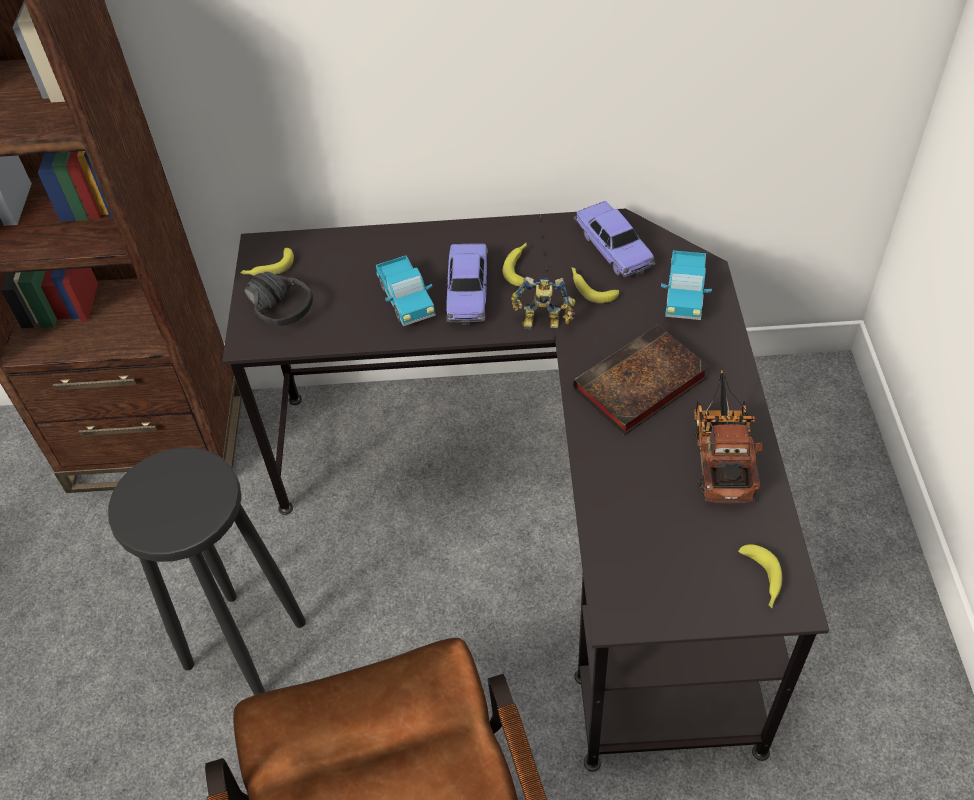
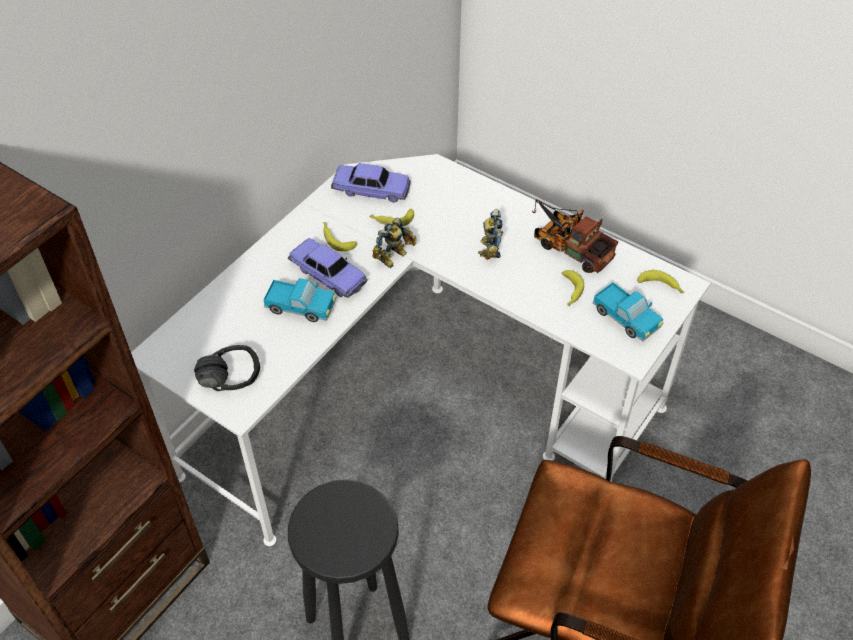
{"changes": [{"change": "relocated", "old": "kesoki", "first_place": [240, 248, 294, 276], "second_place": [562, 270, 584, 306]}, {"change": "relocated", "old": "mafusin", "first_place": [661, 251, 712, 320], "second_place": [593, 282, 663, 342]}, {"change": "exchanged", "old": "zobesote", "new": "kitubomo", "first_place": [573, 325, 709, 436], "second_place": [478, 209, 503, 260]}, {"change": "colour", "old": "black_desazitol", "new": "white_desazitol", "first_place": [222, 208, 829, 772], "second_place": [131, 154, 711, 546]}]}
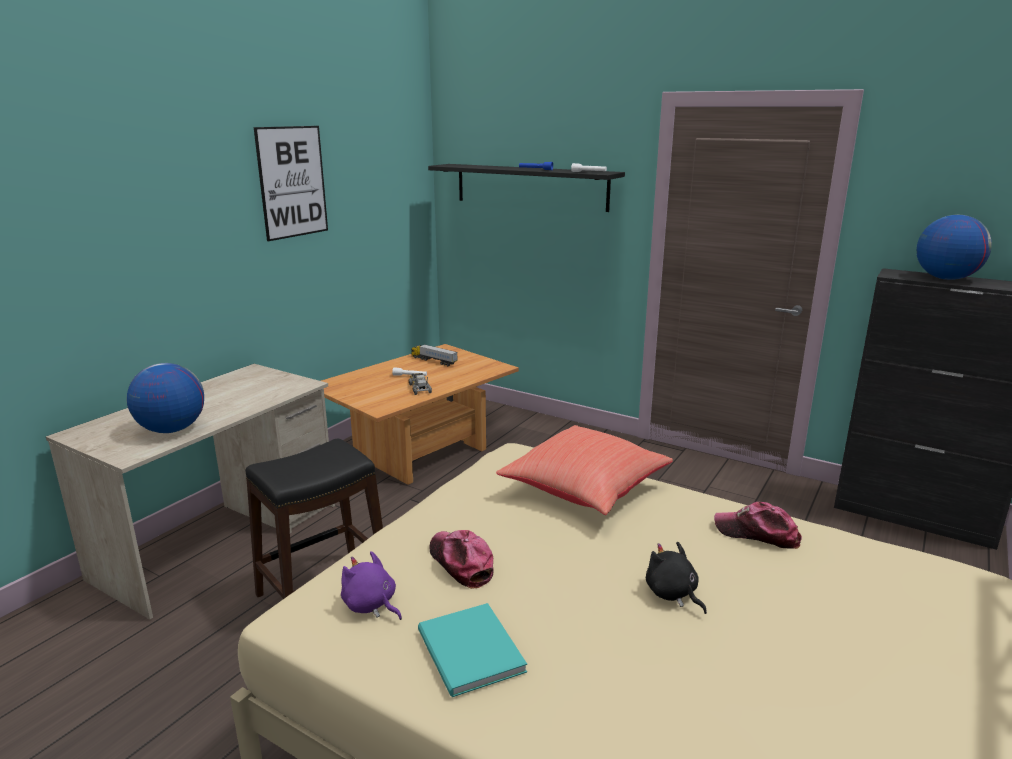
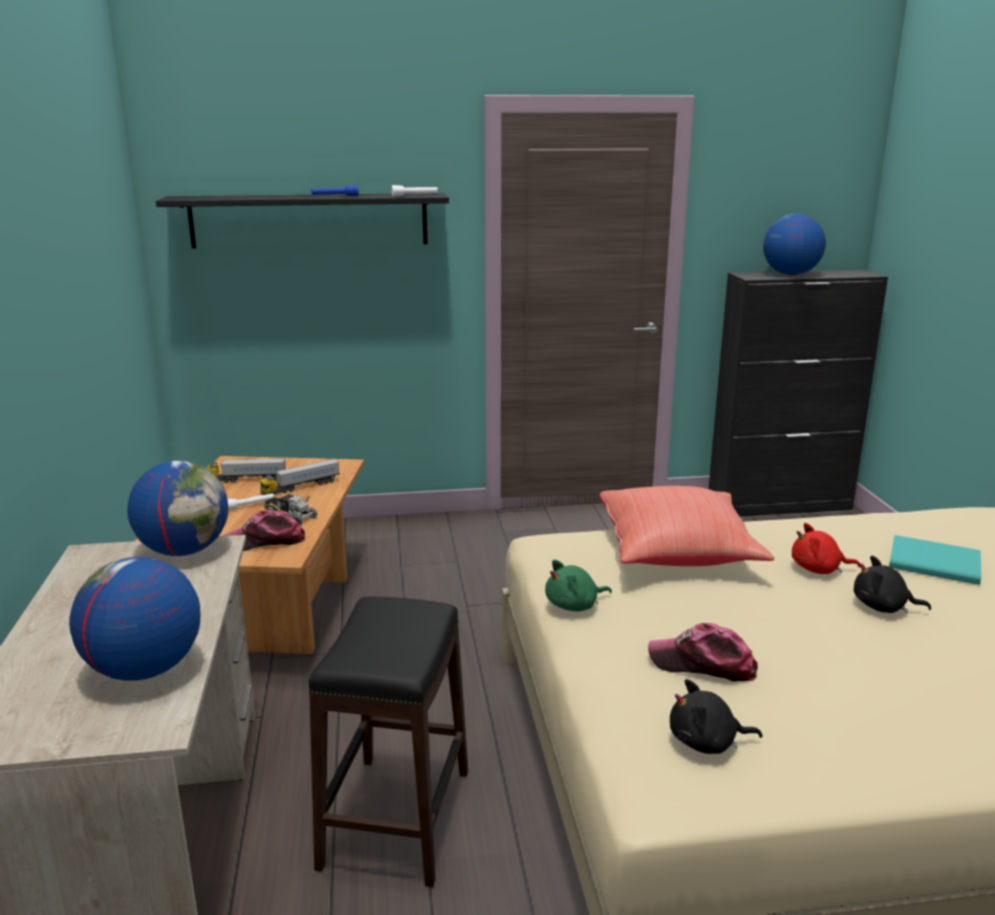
{"changes": [{"change": "missing", "old": "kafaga", "first_place": [254, 126, 328, 241]}, {"change": "appeared", "new": "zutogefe", "second_place": [127, 461, 228, 556]}, {"change": "appeared", "new": "mafusin", "second_place": [260, 459, 340, 495]}, {"change": "appeared", "new": "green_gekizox", "second_place": [545, 560, 612, 611]}, {"change": "appeared", "new": "red_gekizox", "second_place": [792, 523, 860, 574]}, {"change": "relocated", "old": "turquoise_zobesote", "first_place": [418, 603, 527, 697], "second_place": [889, 535, 981, 585]}, {"change": "relocated", "old": "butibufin", "first_place": [714, 502, 802, 549], "second_place": [222, 510, 305, 551]}, {"change": "colour", "old": "purple_gekizox", "new": "black_gekizox", "first_place": [341, 551, 402, 620], "second_place": [670, 679, 762, 754]}]}
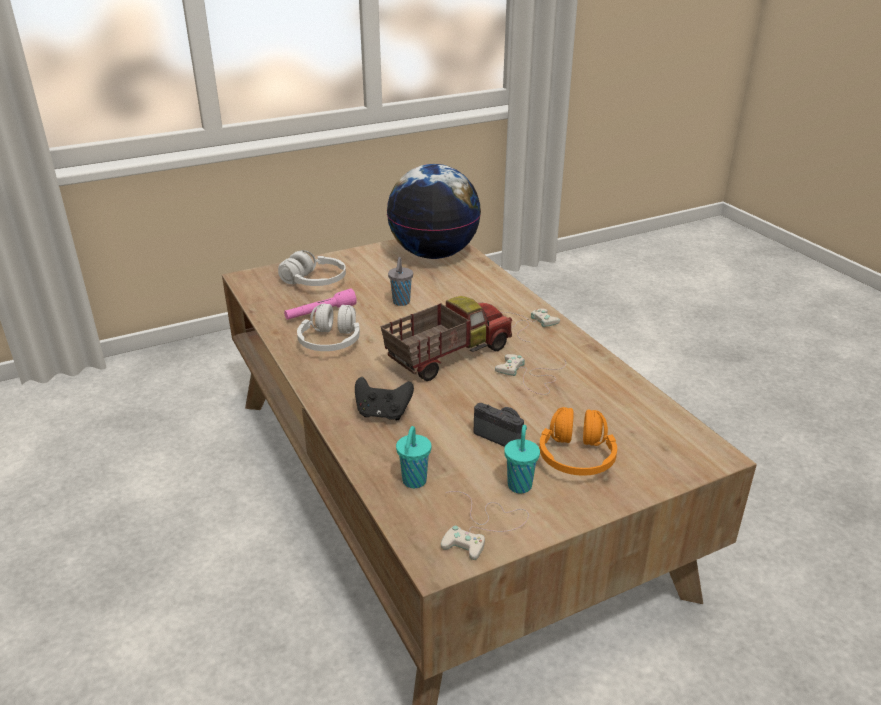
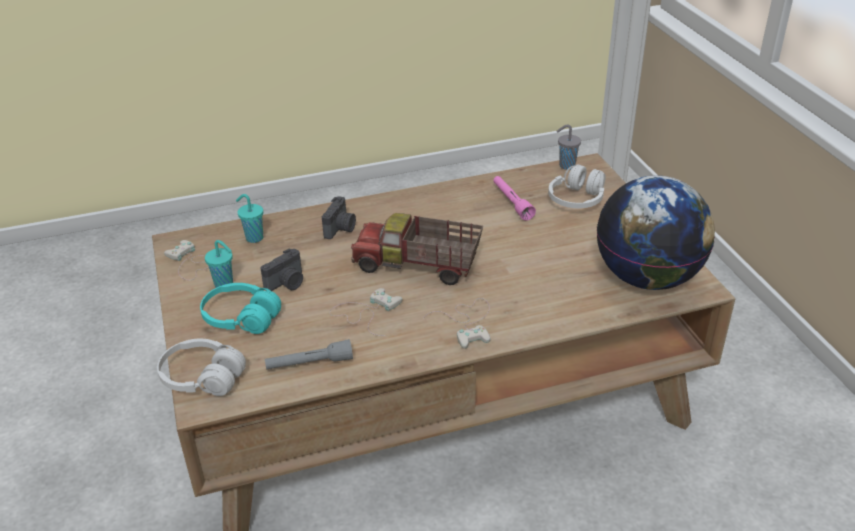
{"changes": [{"change": "appeared", "new": "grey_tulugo", "second_place": [265, 339, 353, 370]}, {"change": "relocated", "old": "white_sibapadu", "first_place": [297, 304, 360, 351], "second_place": [157, 339, 246, 396]}, {"change": "relocated", "old": "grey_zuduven", "first_place": [388, 257, 413, 306], "second_place": [557, 125, 581, 170]}, {"change": "exchanged", "old": "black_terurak", "new": "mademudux", "first_place": [355, 377, 414, 421], "second_place": [322, 196, 356, 239]}, {"change": "colour", "old": "orange_sibapadu", "new": "turquoise_sibapadu", "first_place": [539, 407, 617, 476], "second_place": [200, 283, 281, 334]}, {"change": "spun", "old": "mafusin", "first_place": [380, 296, 512, 381], "second_place": [351, 213, 483, 285], "degrees": 135}]}
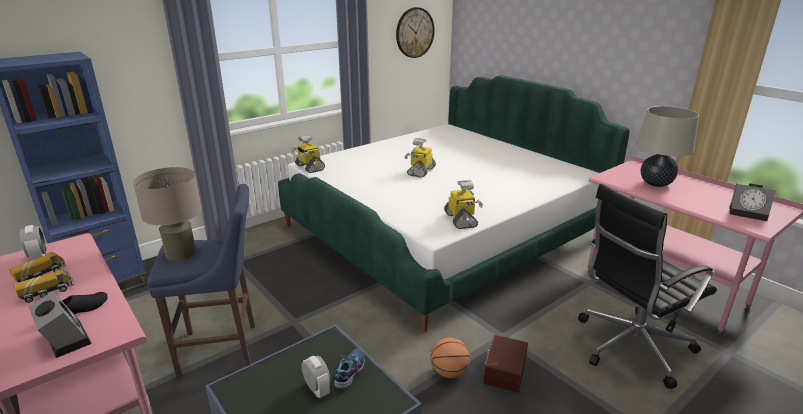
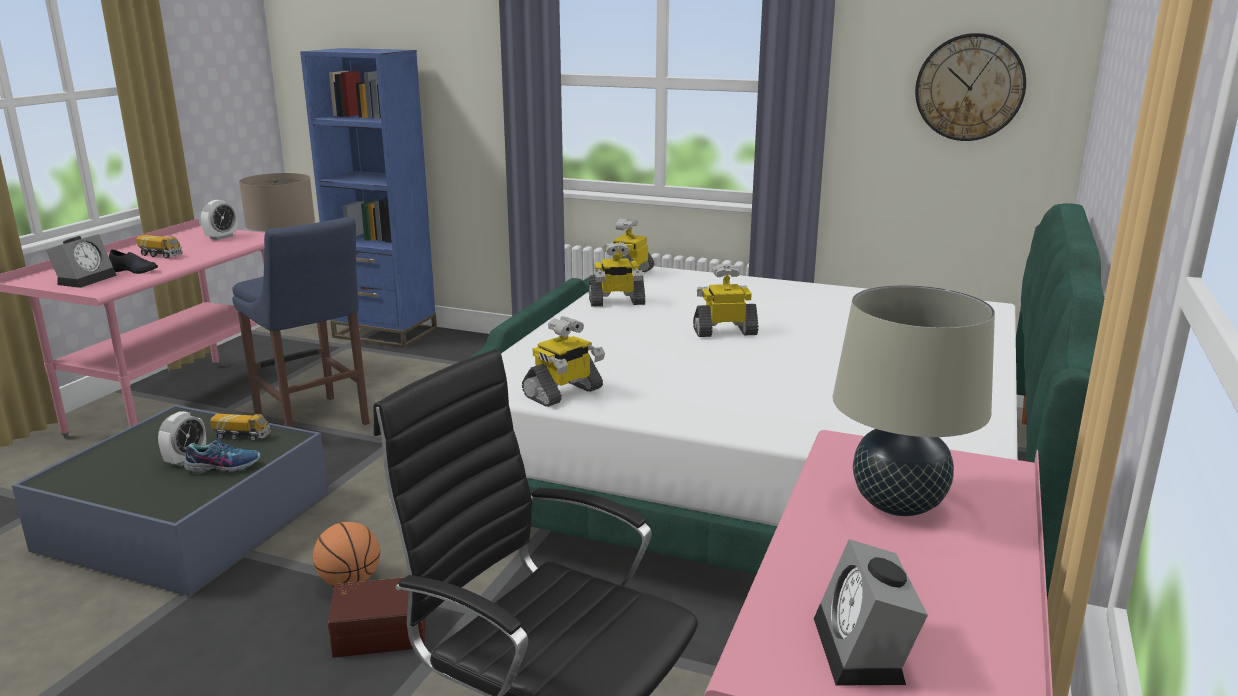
{"changes": [{"change": "appeared", "new": "kitubomo", "second_place": [589, 242, 645, 307]}, {"change": "relocated", "old": "mafusin", "first_place": [9, 252, 66, 282], "second_place": [210, 413, 271, 441]}]}
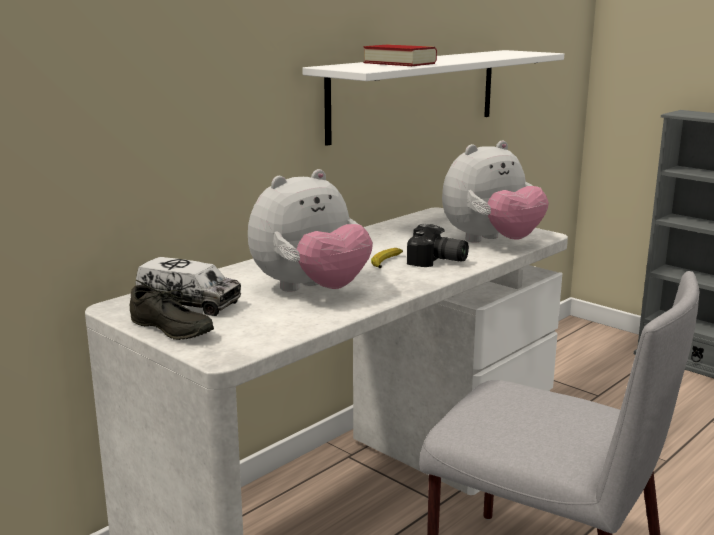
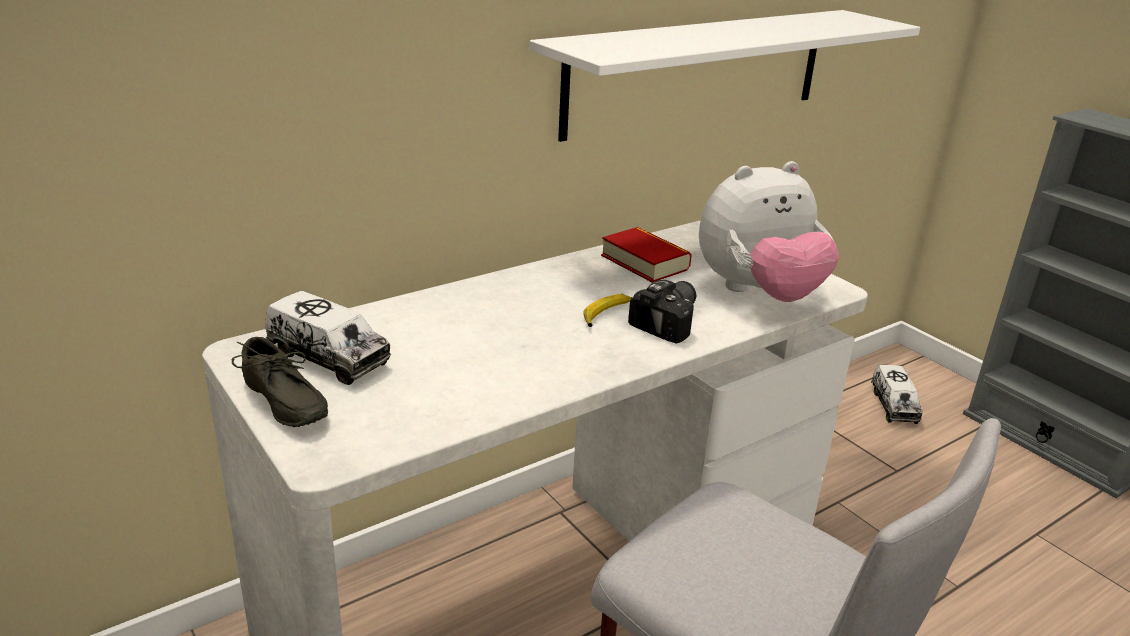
{"changes": [{"change": "missing", "old": "gekizox", "first_place": [248, 169, 373, 292]}, {"change": "appeared", "new": "mafusin", "second_place": [871, 365, 922, 424]}, {"change": "relocated", "old": "zobesote", "first_place": [363, 44, 437, 66], "second_place": [601, 227, 692, 282]}, {"change": "spun", "old": "mademudux", "first_place": [407, 224, 469, 267], "second_place": [628, 280, 696, 343], "degrees": -90}]}
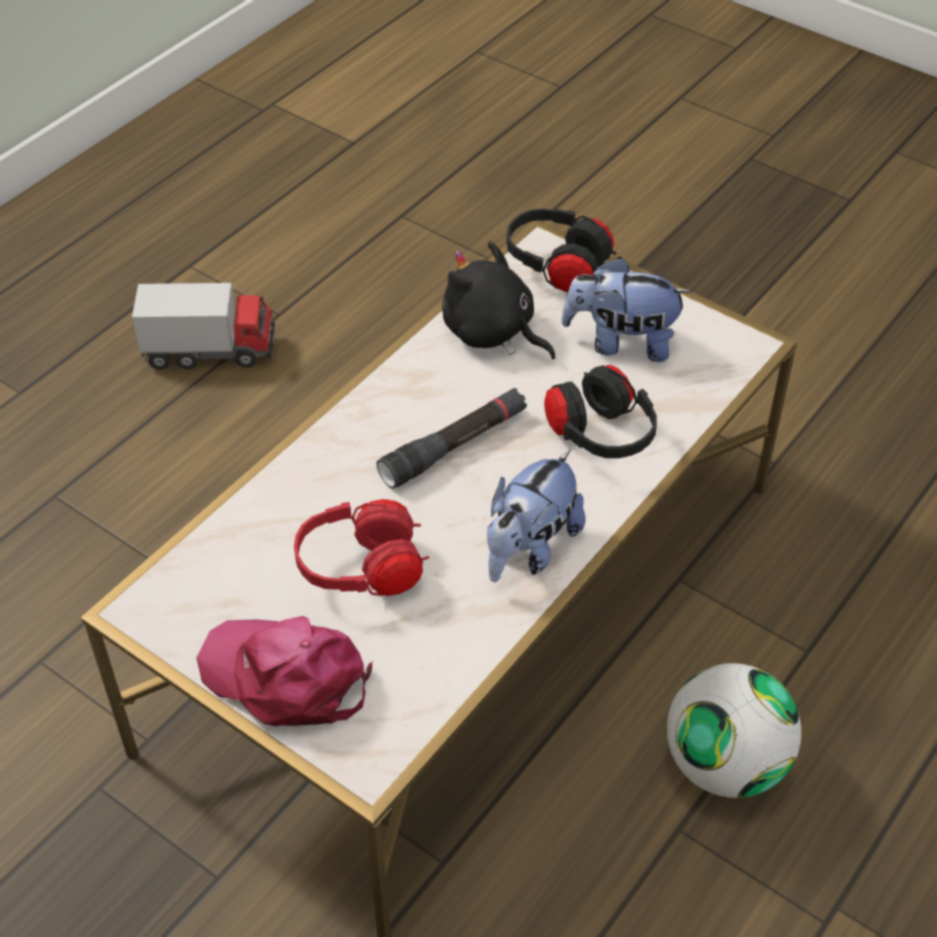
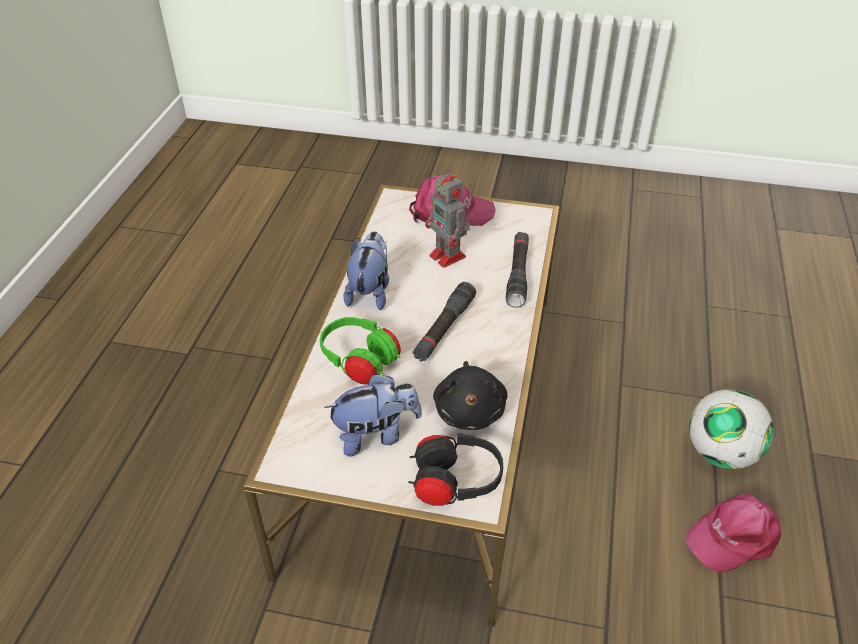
{"changes": [{"change": "appeared", "new": "black_tulugo", "second_place": [506, 232, 529, 308]}, {"change": "relocated", "old": "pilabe", "first_place": [667, 663, 801, 798], "second_place": [689, 389, 774, 469]}, {"change": "exchanged", "old": "mafusin", "new": "pink_butibufin", "first_place": [132, 283, 275, 370], "second_place": [685, 494, 781, 573]}, {"change": "exchanged", "old": "red_sibapadu", "new": "kitubomo", "first_place": [294, 499, 429, 596], "second_place": [425, 167, 470, 268]}, {"change": "colour", "old": "black_sibapadu", "new": "green_sibapadu", "first_place": [544, 365, 657, 458], "second_place": [320, 317, 401, 385]}, {"change": "spun", "old": "black_gekizox", "first_place": [442, 241, 556, 359], "second_place": [433, 361, 508, 430], "degrees": 75}]}
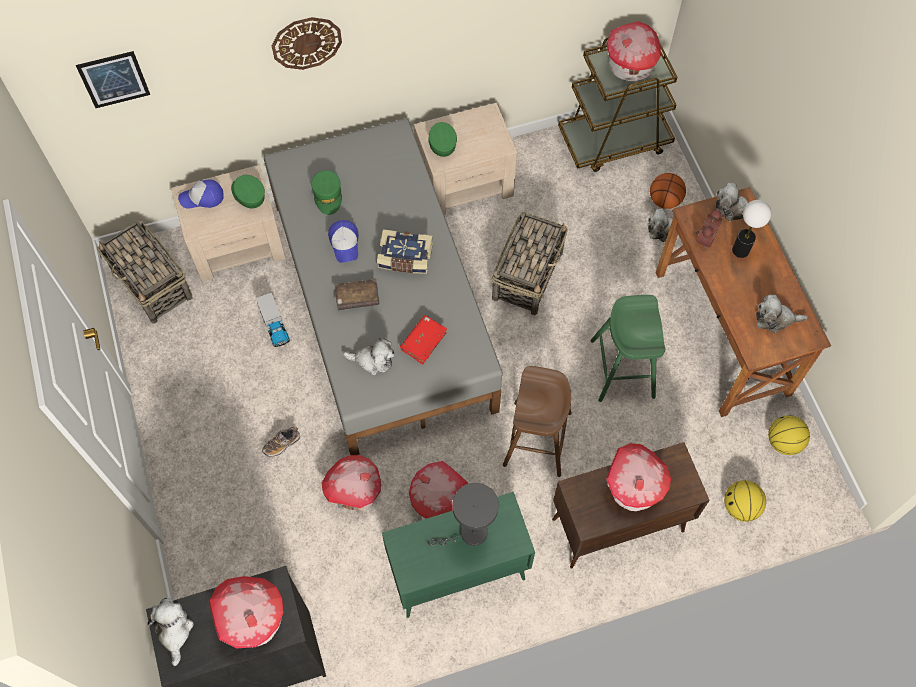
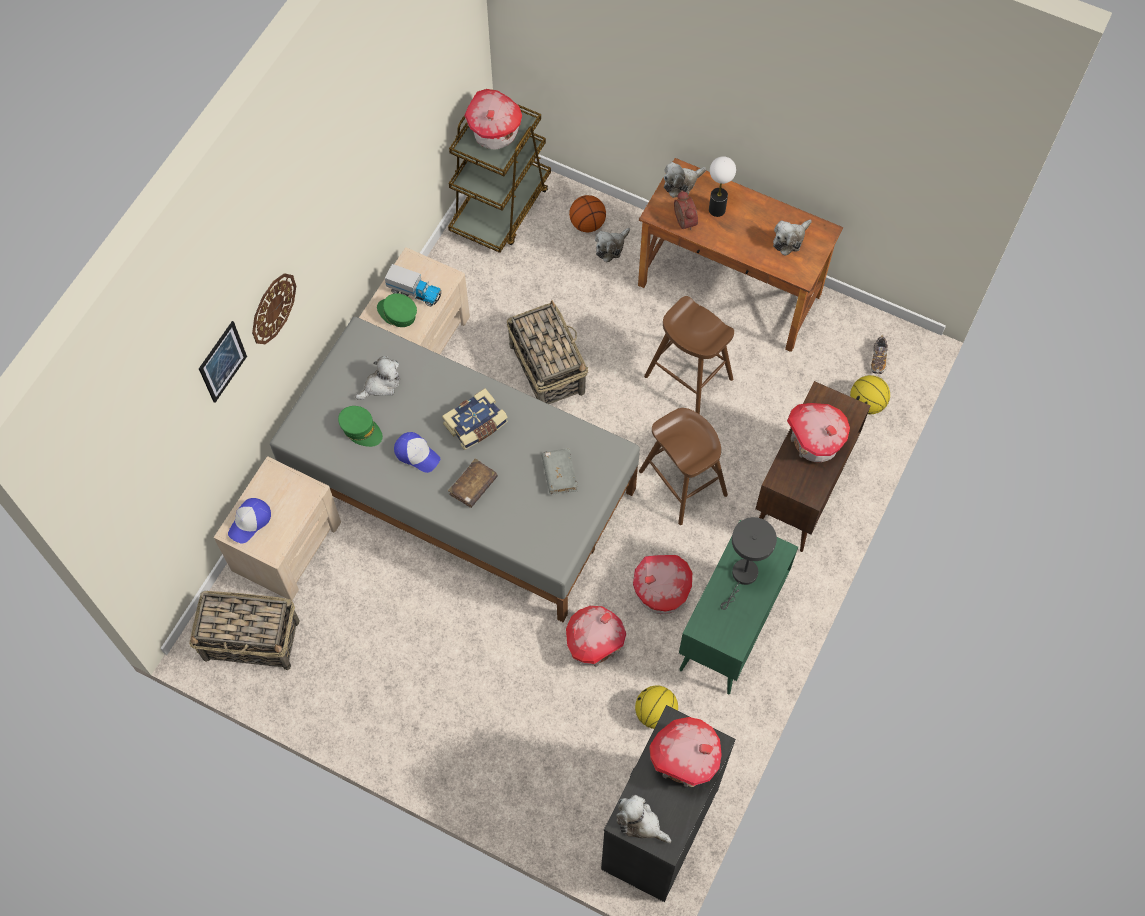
{"changes": [{"change": "missing", "old": "green_butibufin", "first_place": [231, 175, 265, 208]}, {"change": "relocated", "old": "kafaga", "first_place": [76, 51, 150, 108], "second_place": [199, 321, 247, 403]}, {"change": "relocated", "old": "mafusin", "first_place": [256, 292, 290, 347], "second_place": [385, 264, 442, 306]}, {"change": "relocated", "old": "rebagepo", "first_place": [262, 427, 301, 457], "second_place": [871, 335, 888, 374]}, {"change": "relocated", "old": "gekizox", "first_place": [343, 338, 394, 376], "second_place": [355, 356, 400, 400]}, {"change": "relocated", "old": "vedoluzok", "first_place": [768, 415, 810, 455], "second_place": [635, 685, 678, 729]}, {"change": "colour", "old": "red_zobesote", "new": "grey_zobesote", "first_place": [400, 315, 447, 365], "second_place": [541, 448, 578, 495]}, {"change": "colour", "old": "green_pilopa", "new": "brown_pilopa", "first_place": [591, 295, 665, 402], "second_place": [644, 296, 734, 414]}]}
